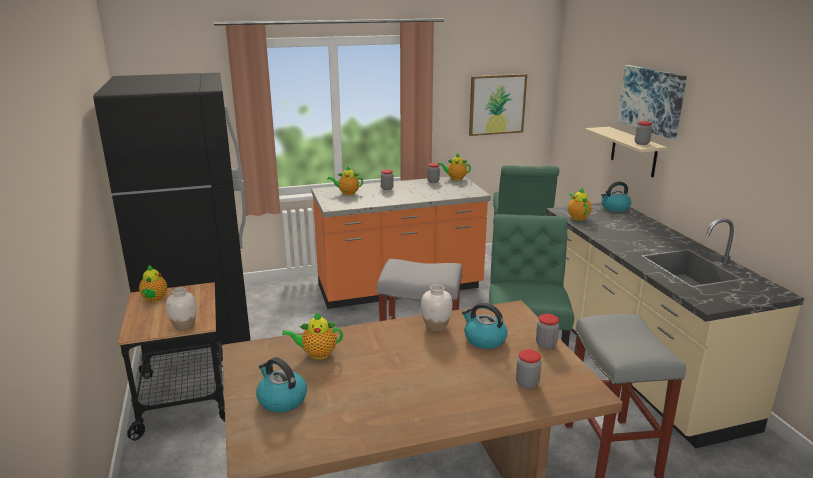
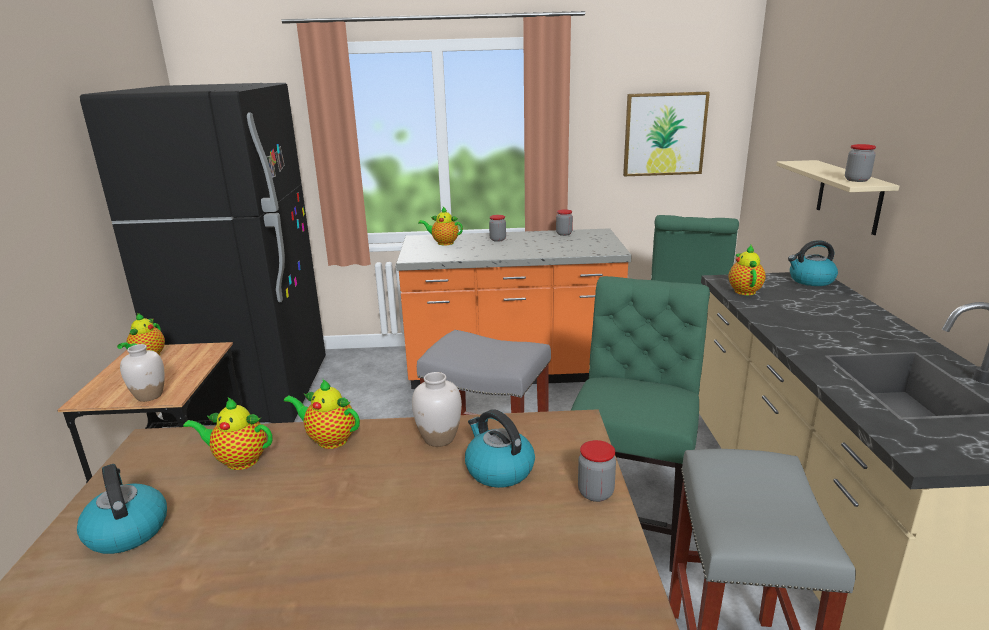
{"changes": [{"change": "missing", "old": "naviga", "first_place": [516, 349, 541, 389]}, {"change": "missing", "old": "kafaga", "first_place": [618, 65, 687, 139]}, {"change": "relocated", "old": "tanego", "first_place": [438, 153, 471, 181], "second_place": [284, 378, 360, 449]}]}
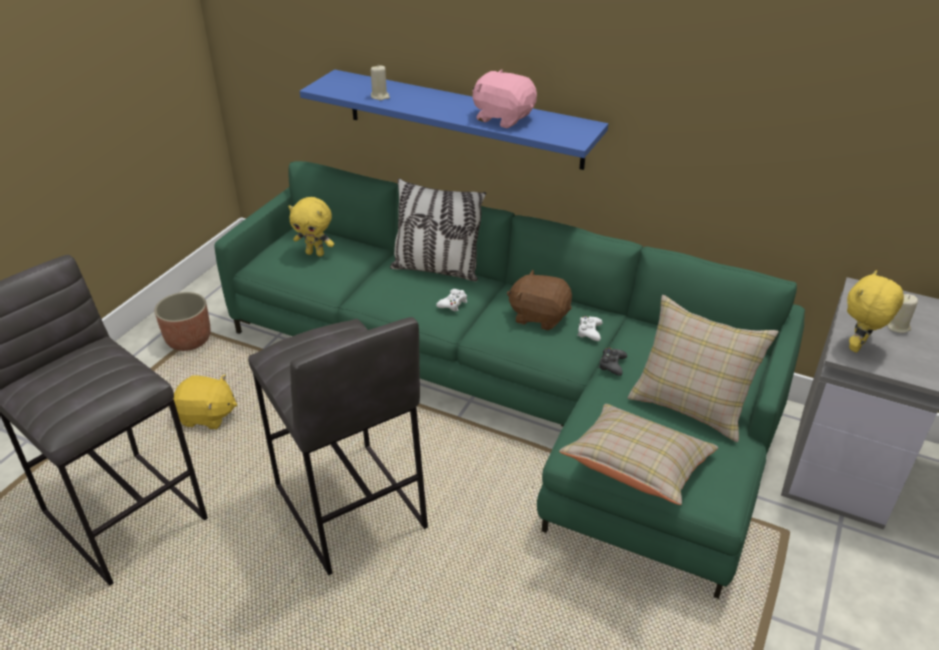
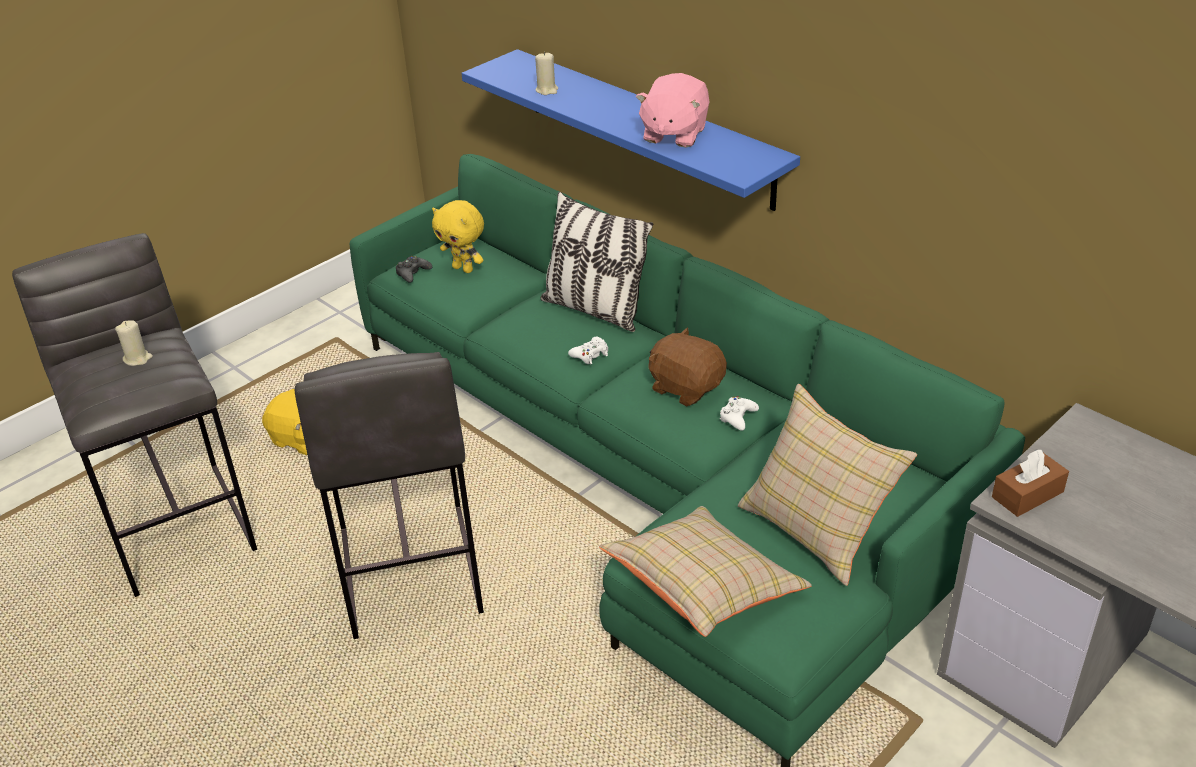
{"changes": [{"change": "missing", "old": "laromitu", "first_place": [154, 292, 210, 351]}, {"change": "relocated", "old": "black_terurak", "first_place": [598, 348, 627, 376], "second_place": [396, 256, 432, 283]}, {"change": "relocated", "old": "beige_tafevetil", "first_place": [887, 294, 918, 333], "second_place": [115, 320, 153, 366]}, {"change": "exchanged", "old": "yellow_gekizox", "new": "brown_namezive", "first_place": [847, 270, 904, 353], "second_place": [992, 450, 1069, 517]}, {"change": "spun", "old": "pink_gekizox", "first_place": [472, 70, 537, 128], "second_place": [636, 73, 710, 148], "degrees": -120}]}
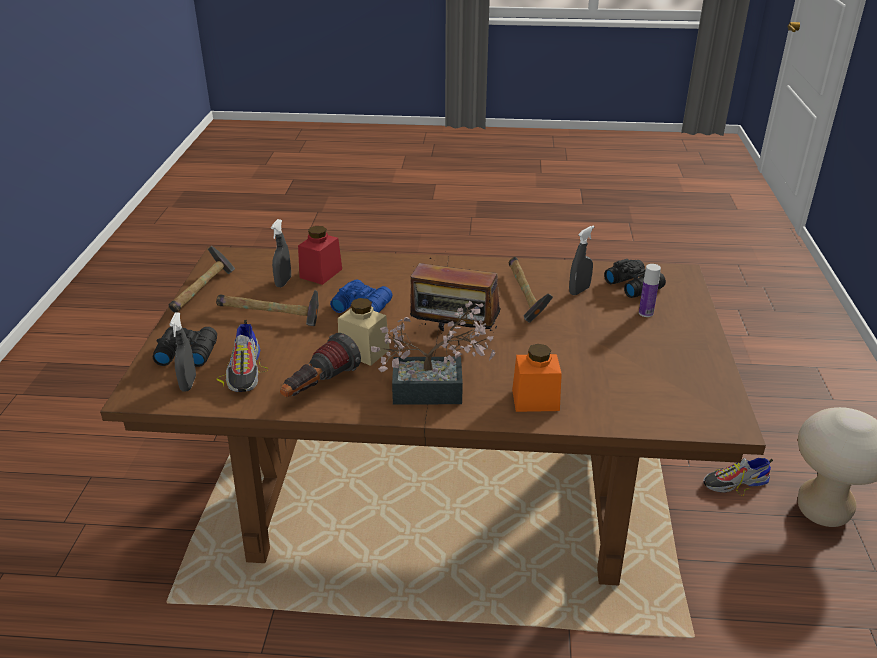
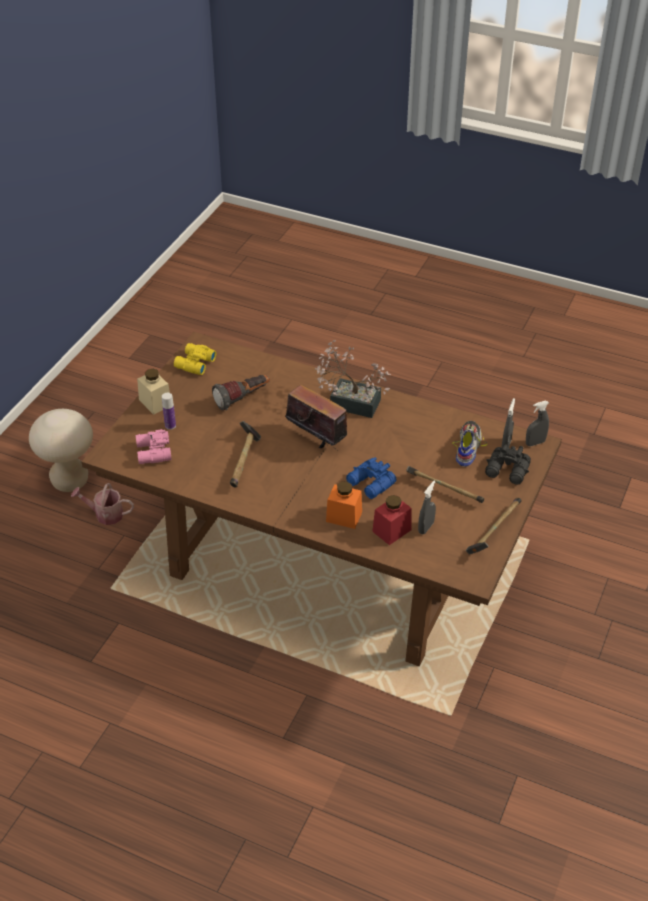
{"changes": [{"change": "appeared", "new": "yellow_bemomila", "second_place": [174, 343, 216, 375]}, {"change": "relocated", "old": "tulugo", "first_place": [280, 333, 361, 397], "second_place": [212, 375, 270, 410]}, {"change": "relocated", "old": "beige_naviga", "first_place": [338, 298, 390, 366], "second_place": [137, 369, 170, 415]}, {"change": "relocated", "old": "orange_naviga", "first_place": [512, 344, 562, 412], "second_place": [326, 481, 362, 529]}, {"change": "relocated", "old": "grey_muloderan", "first_place": [569, 226, 594, 295], "second_place": [526, 401, 549, 446]}, {"change": "exchanged", "old": "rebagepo", "new": "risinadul", "first_place": [703, 458, 773, 496], "second_place": [71, 483, 134, 525]}, {"change": "colour", "old": "black_bemomila", "new": "pink_bemomila", "first_place": [604, 259, 666, 298], "second_place": [136, 429, 172, 464]}]}
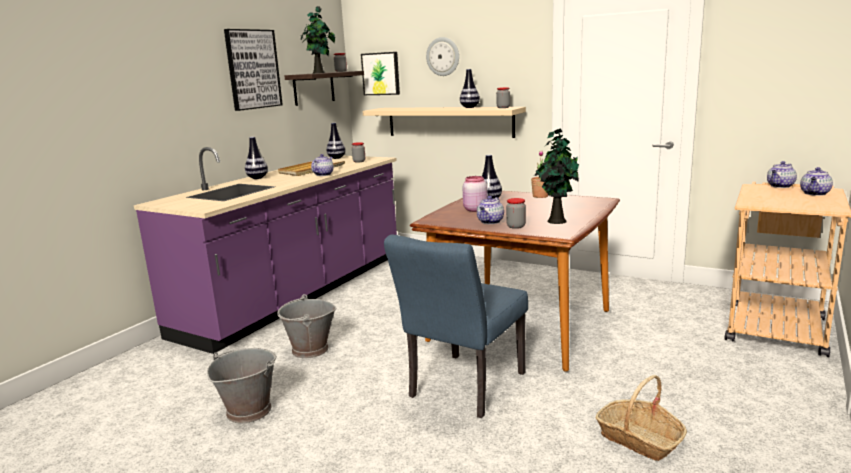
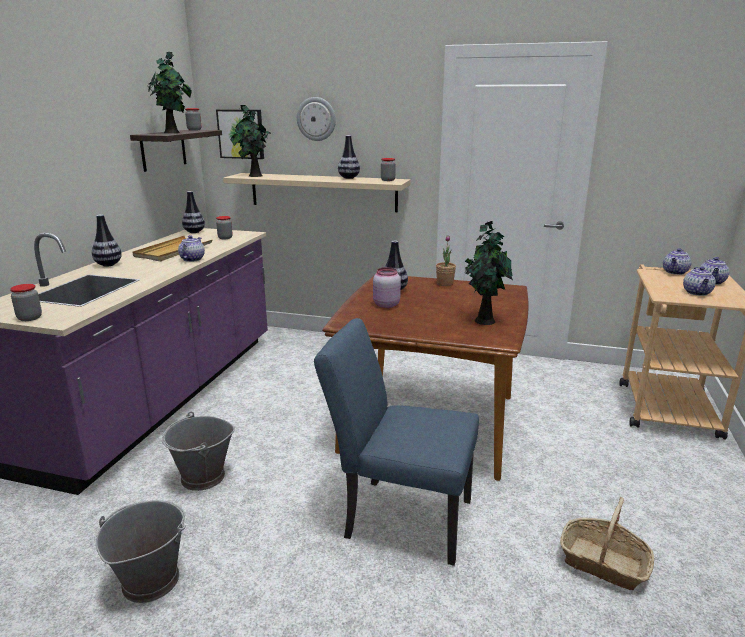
{"changes": [{"change": "missing", "old": "kafaga", "first_place": [224, 29, 283, 111]}, {"change": "appeared", "new": "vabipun", "second_place": [230, 104, 271, 177]}, {"change": "relocated", "old": "tanego", "first_place": [477, 196, 504, 224], "second_place": [683, 267, 716, 296]}, {"change": "relocated", "old": "naviga", "first_place": [506, 198, 526, 229], "second_place": [10, 284, 42, 321]}, {"change": "spun", "old": "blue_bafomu", "first_place": [384, 235, 528, 418], "second_place": [314, 318, 479, 566], "degrees": 90}]}
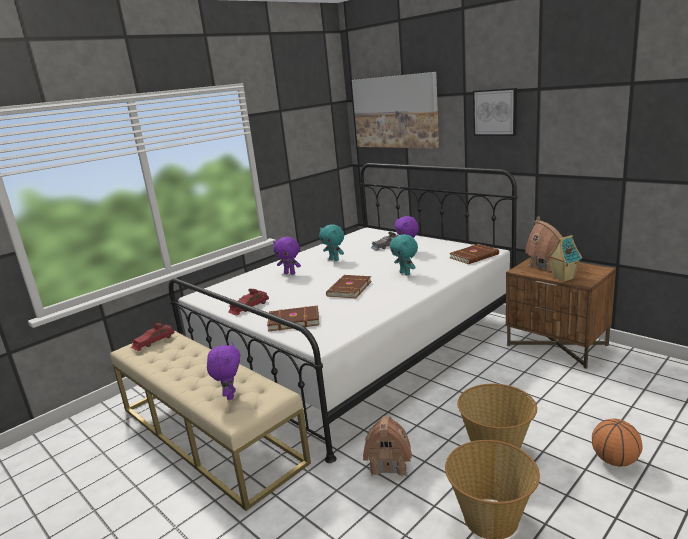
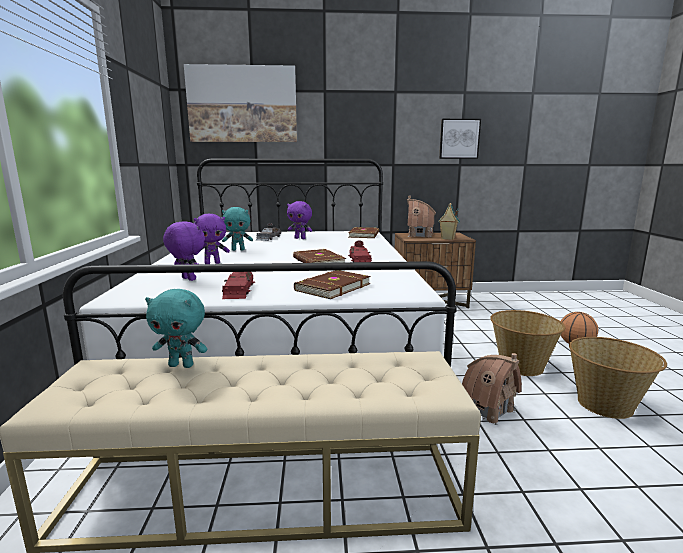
{"changes": [{"change": "relocated", "old": "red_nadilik", "first_place": [131, 323, 175, 351], "second_place": [348, 241, 372, 262]}, {"change": "relocated", "old": "purple_gekizox", "first_place": [207, 342, 241, 400], "second_place": [163, 221, 205, 281]}, {"change": "relocated", "old": "turquoise_gekizox", "first_place": [390, 234, 418, 275], "second_place": [145, 289, 207, 368]}, {"change": "relocated", "old": "kafaga", "first_place": [473, 88, 517, 136], "second_place": [439, 119, 481, 159]}]}
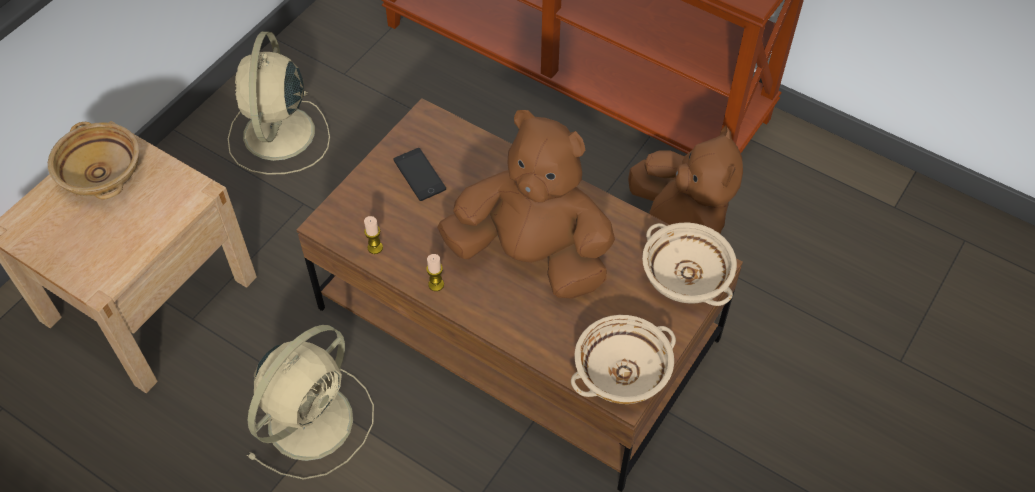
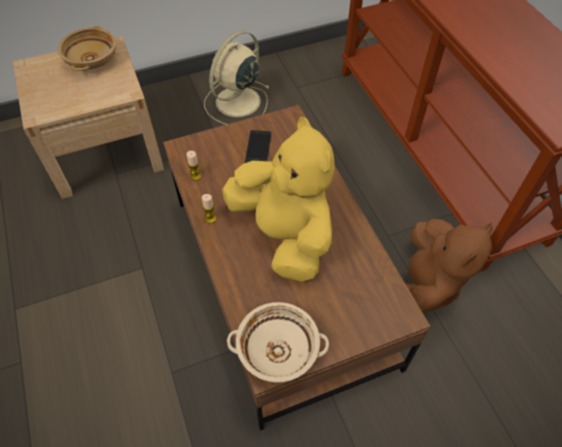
{"changes": [{"change": "missing", "old": "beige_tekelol", "first_place": [247, 325, 374, 480]}, {"change": "missing", "old": "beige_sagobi", "first_place": [642, 223, 737, 306]}, {"change": "colour", "old": "brown_gekizox", "new": "yellow_gekizox", "first_place": [437, 110, 615, 299], "second_place": [222, 116, 335, 282]}]}
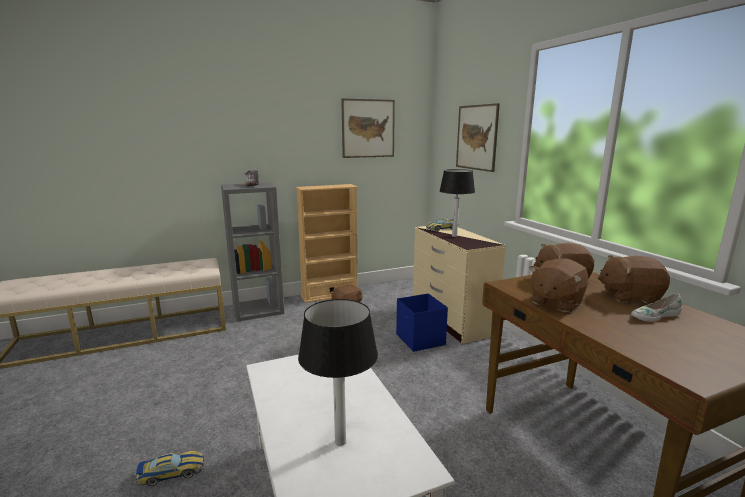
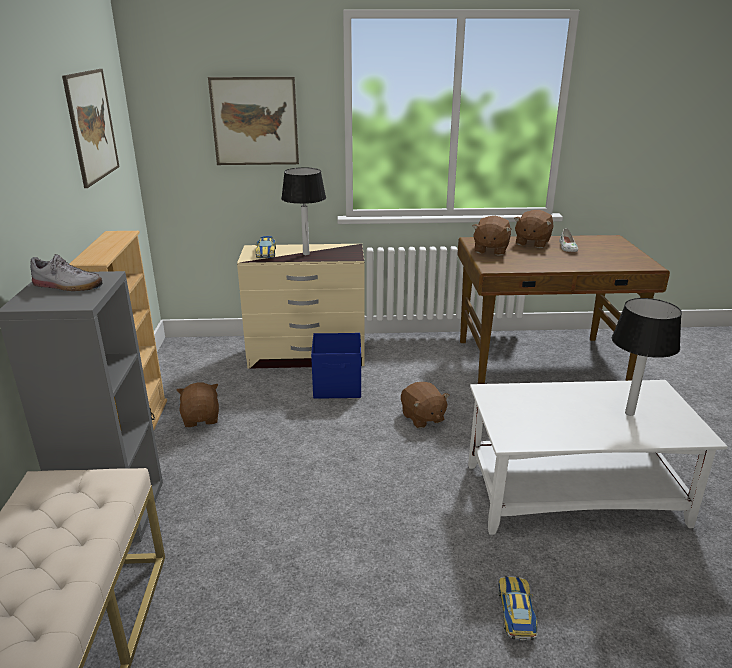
{"changes": [{"change": "relocated", "old": "brown_gekizox", "first_place": [529, 258, 588, 312], "second_place": [401, 382, 449, 428]}]}
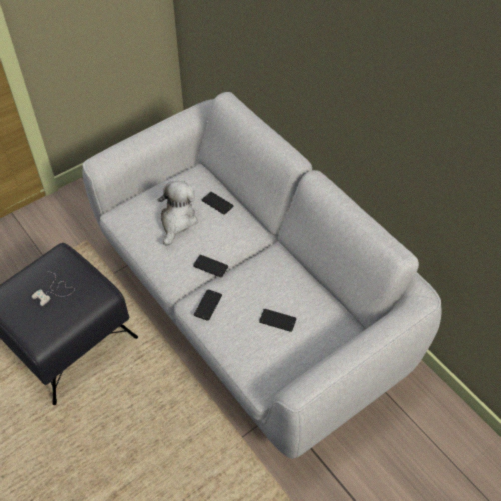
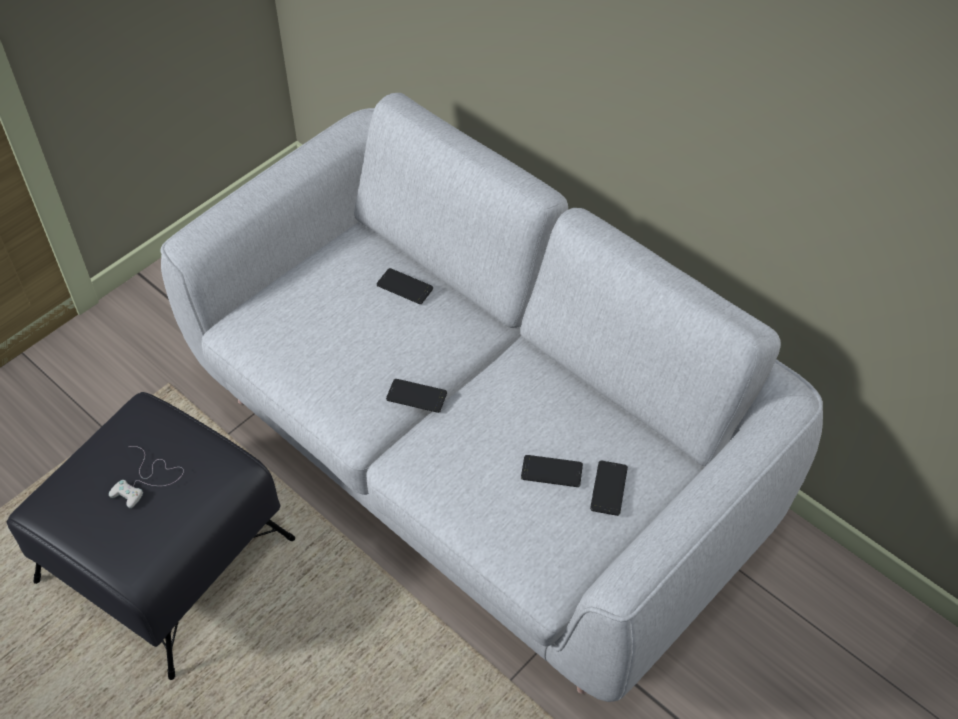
{"changes": [{"change": "missing", "old": "gekizox", "first_place": [158, 181, 198, 246]}, {"change": "relocated", "old": "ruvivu", "first_place": [194, 289, 222, 321], "second_place": [590, 461, 628, 516]}]}
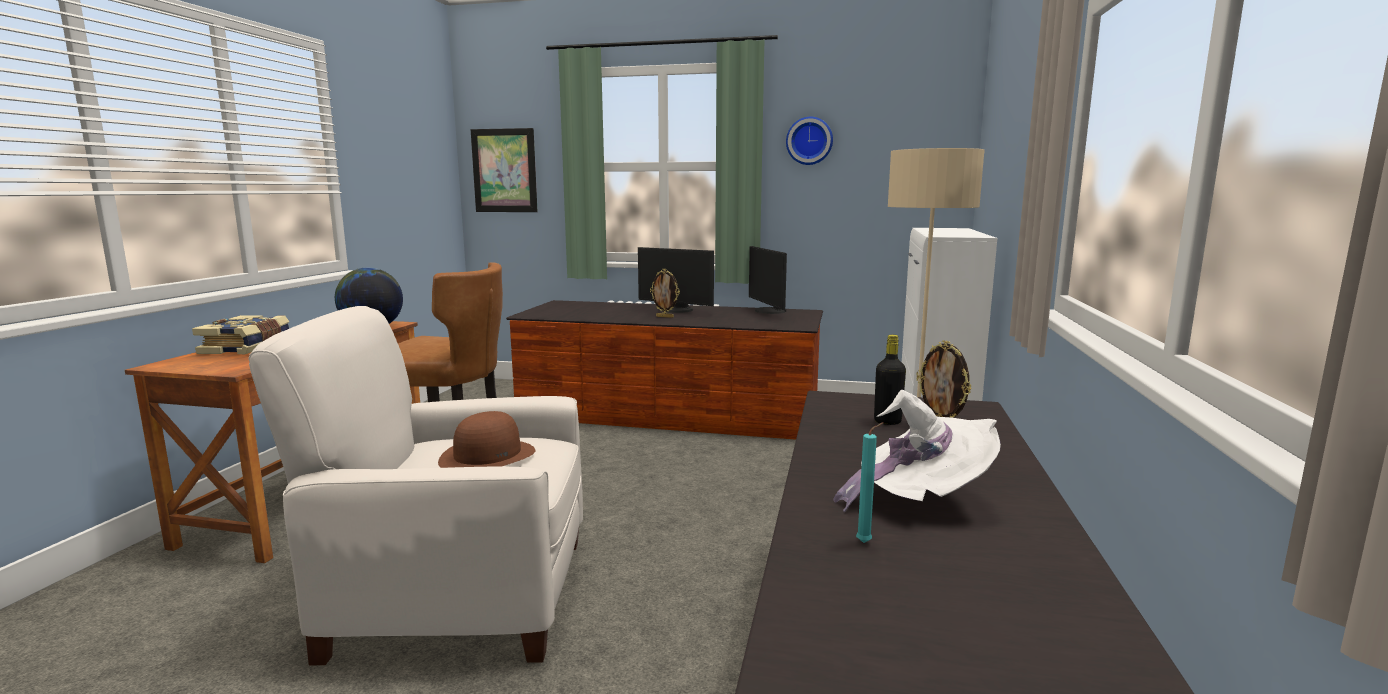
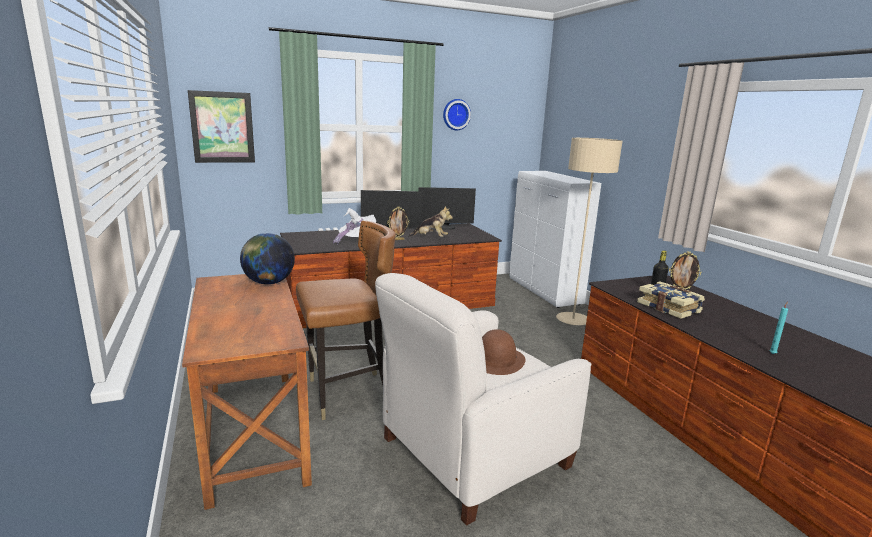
{"changes": [{"change": "appeared", "new": "gekizox", "second_place": [409, 206, 453, 237]}, {"change": "relocated", "old": "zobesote", "first_place": [192, 315, 289, 354], "second_place": [637, 281, 705, 319]}, {"change": "relocated", "old": "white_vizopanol", "first_place": [833, 390, 1001, 513], "second_place": [333, 208, 376, 245]}, {"change": "spun", "old": "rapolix", "first_place": [749, 246, 787, 314], "second_place": [419, 187, 476, 230], "degrees": -45}]}
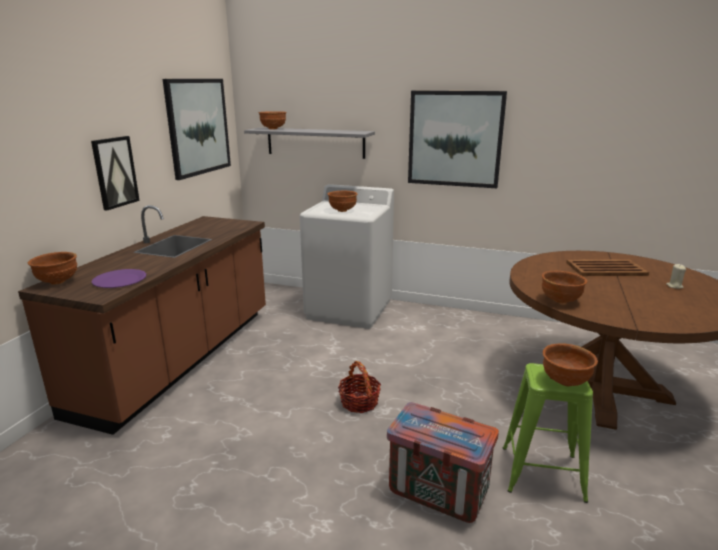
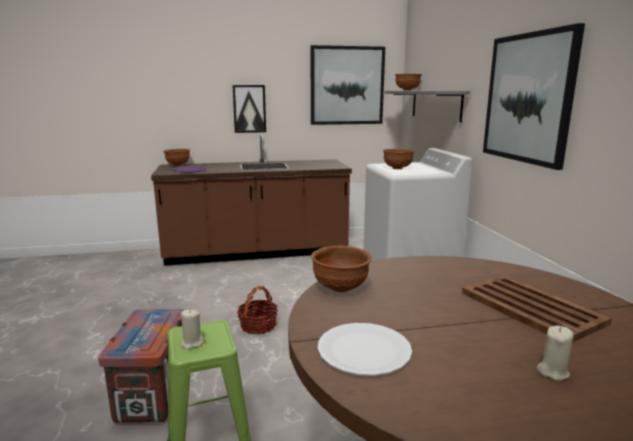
{"changes": [{"change": "appeared", "new": "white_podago", "second_place": [318, 323, 412, 376]}, {"change": "exchanged", "old": "brown_sagobi", "new": "beige_tafevetil", "first_place": [543, 343, 598, 386], "second_place": [181, 309, 204, 350]}]}
